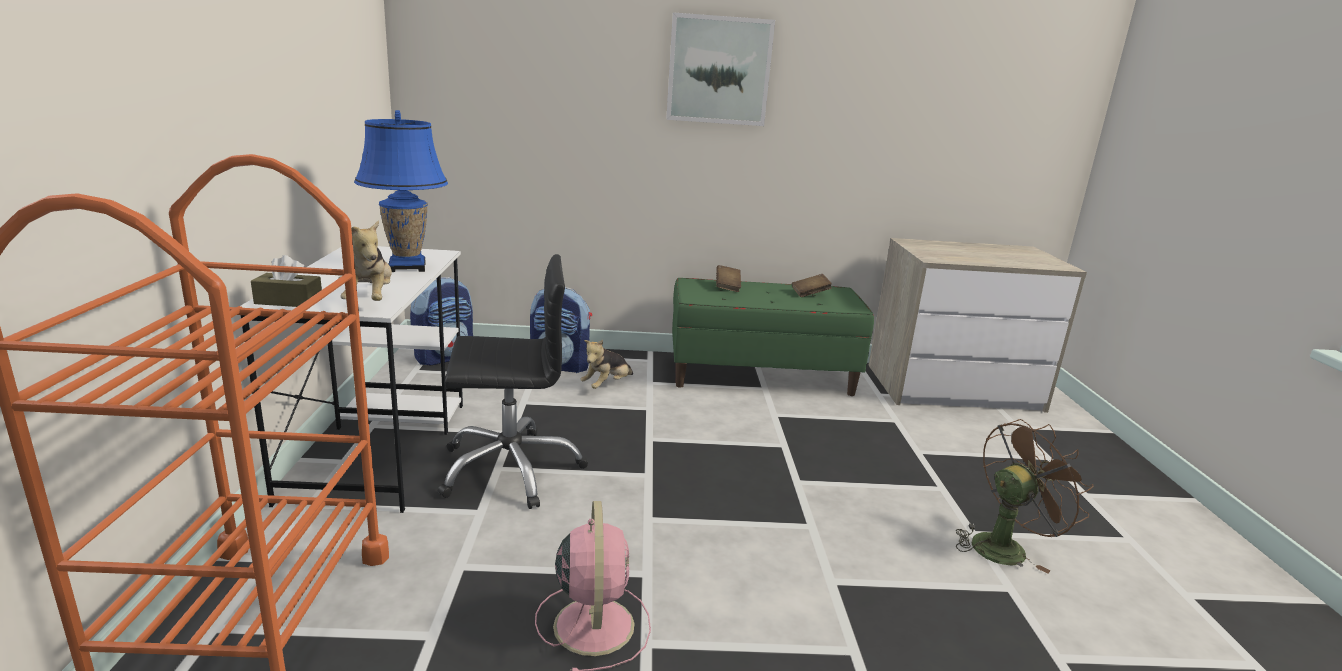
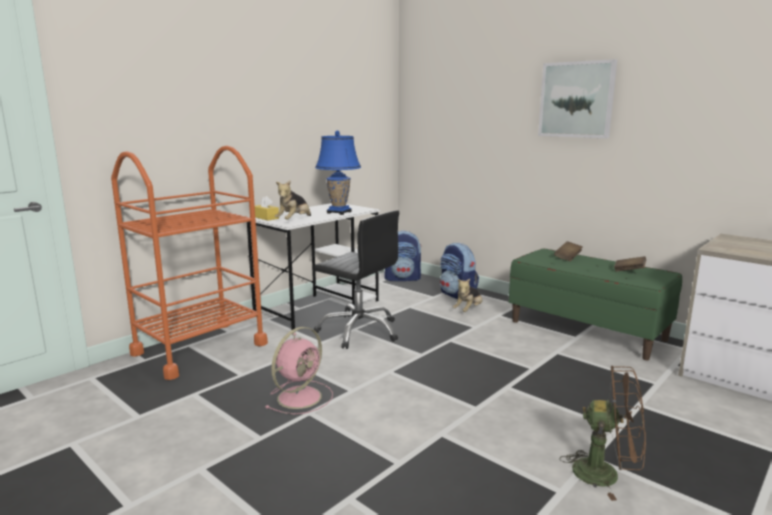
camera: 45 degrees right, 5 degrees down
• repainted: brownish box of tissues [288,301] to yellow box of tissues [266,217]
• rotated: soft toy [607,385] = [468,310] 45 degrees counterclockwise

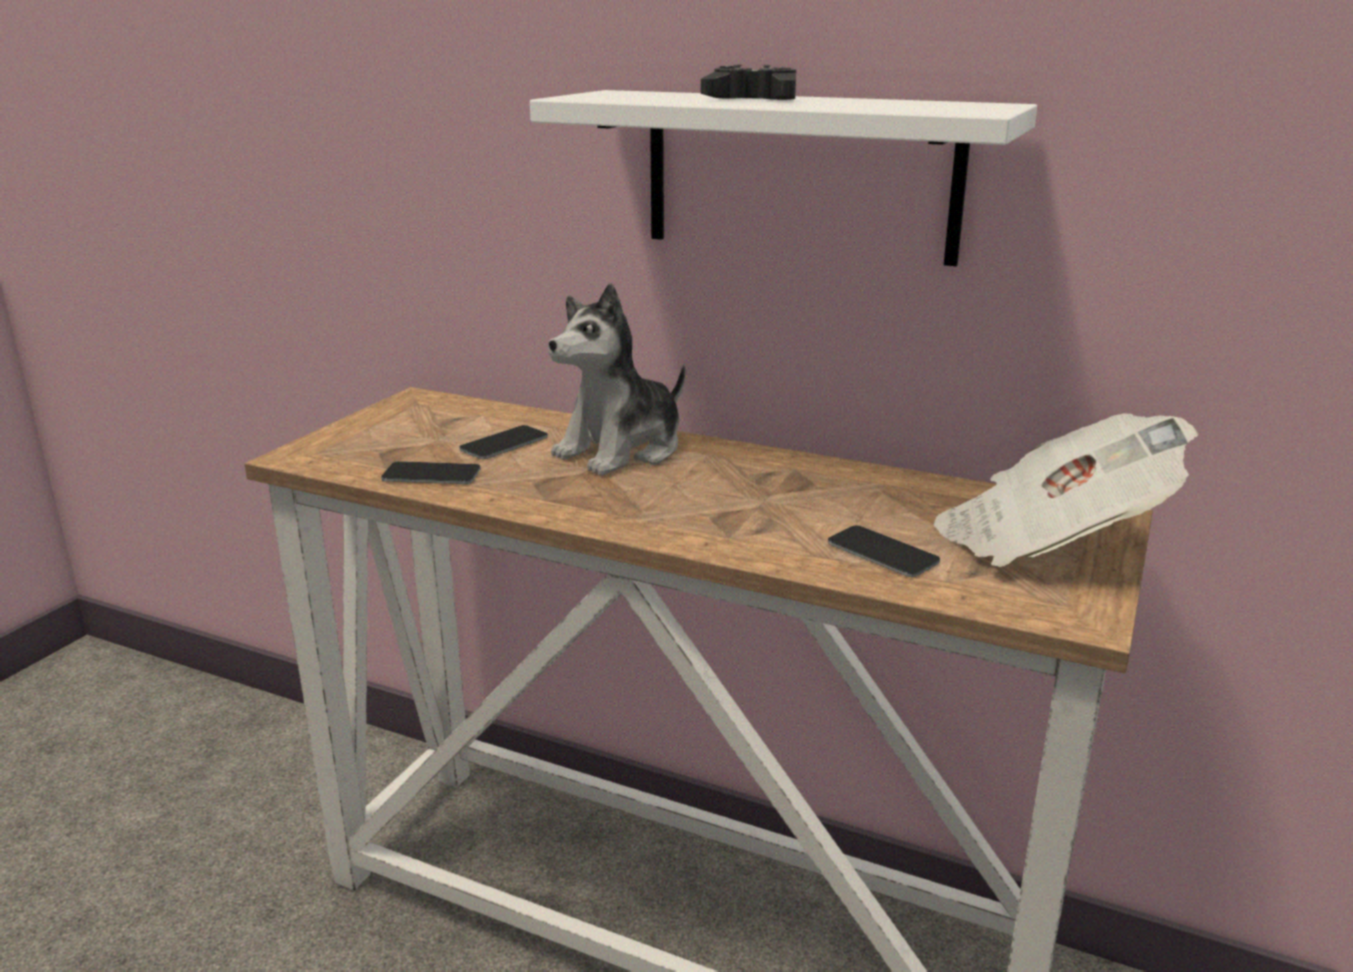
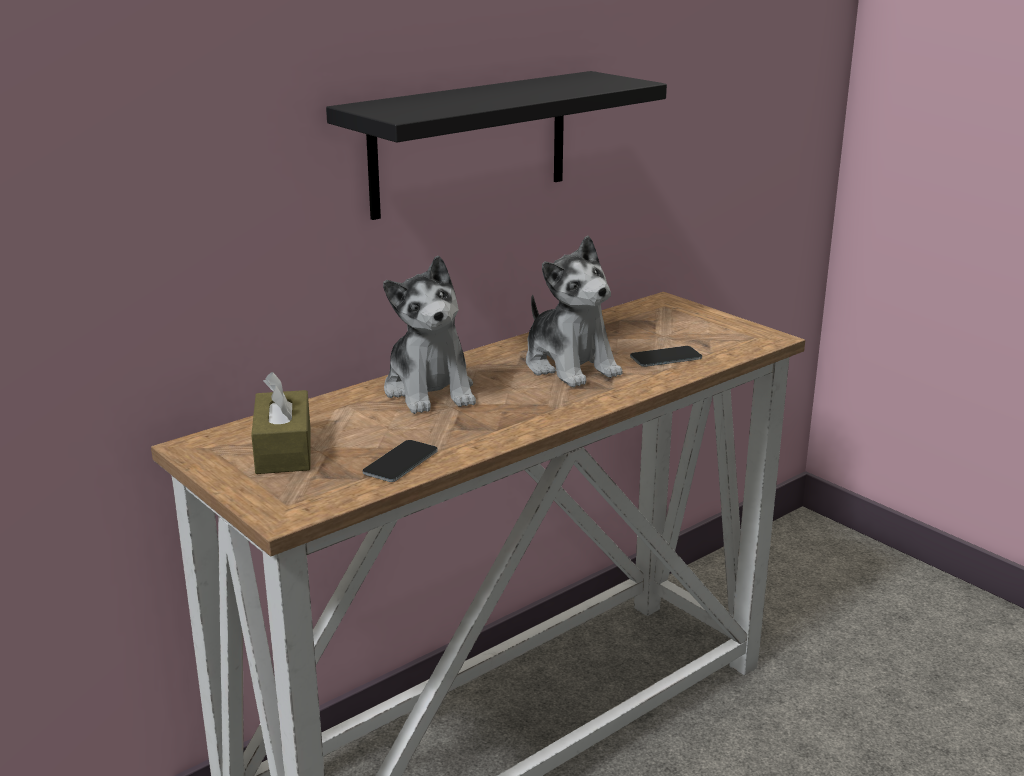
camera: 65 degrees left, 0 degrees up
• gone: handset [504,443]
• gone: blackish joypad [752,99]
• gone: newspaper [1050,542]
• new: brownish box of tissues [284,450]
• new: soft toy [570,366]
• repainted: white-coloured bracket shelf [800,175] to blackish bracket shelf [470,143]

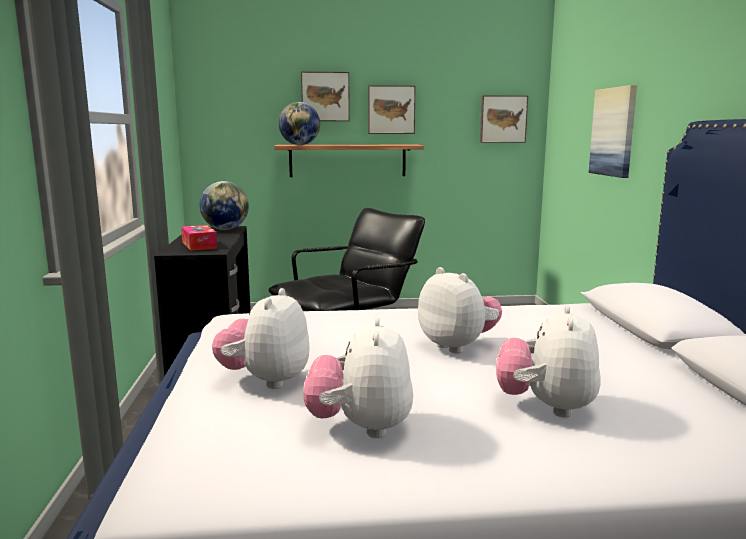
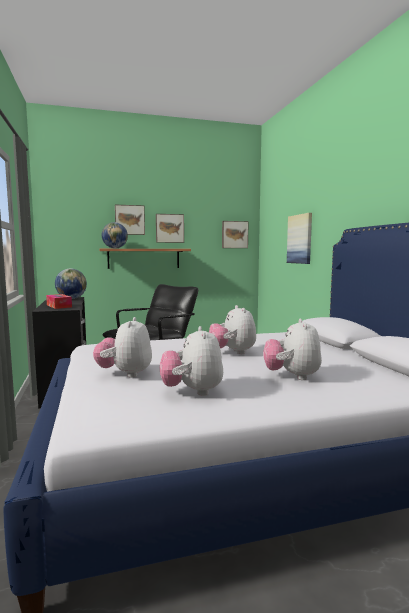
camera: 10 degrees left, 5 degrees down
• rotated: soft toy [458,346] = [233,352] 150 degrees counterclockwise

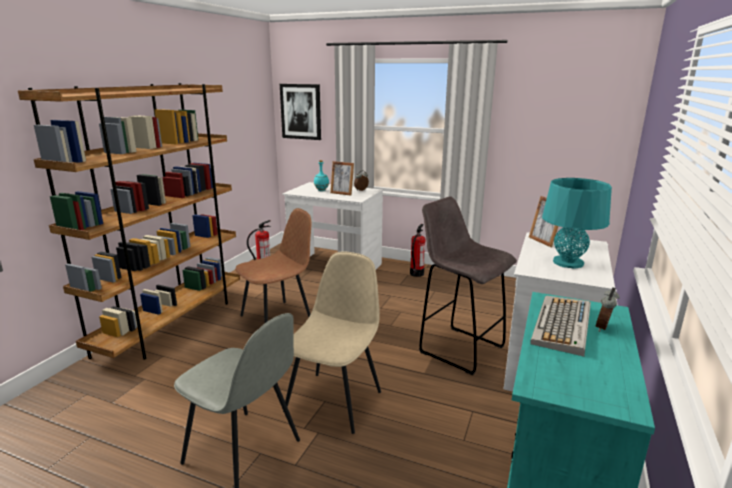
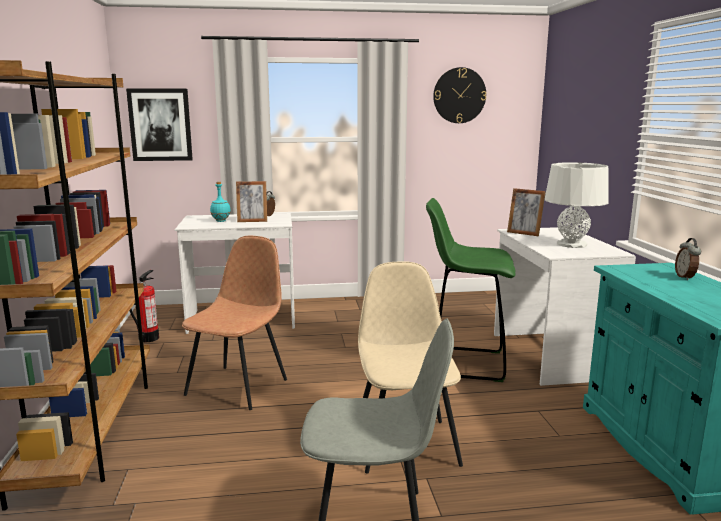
camera: 30 degrees left, 5 degrees down
• gone: fire-fighting cylinder [416,274]
• gone: PC keyboard [563,325]
• new: hanging clock [459,95]
• repainted: greyish stool [459,348] to green stool [465,363]
• repainted: blue-green table lamp [568,263] to white-coloured table lamp [572,244]

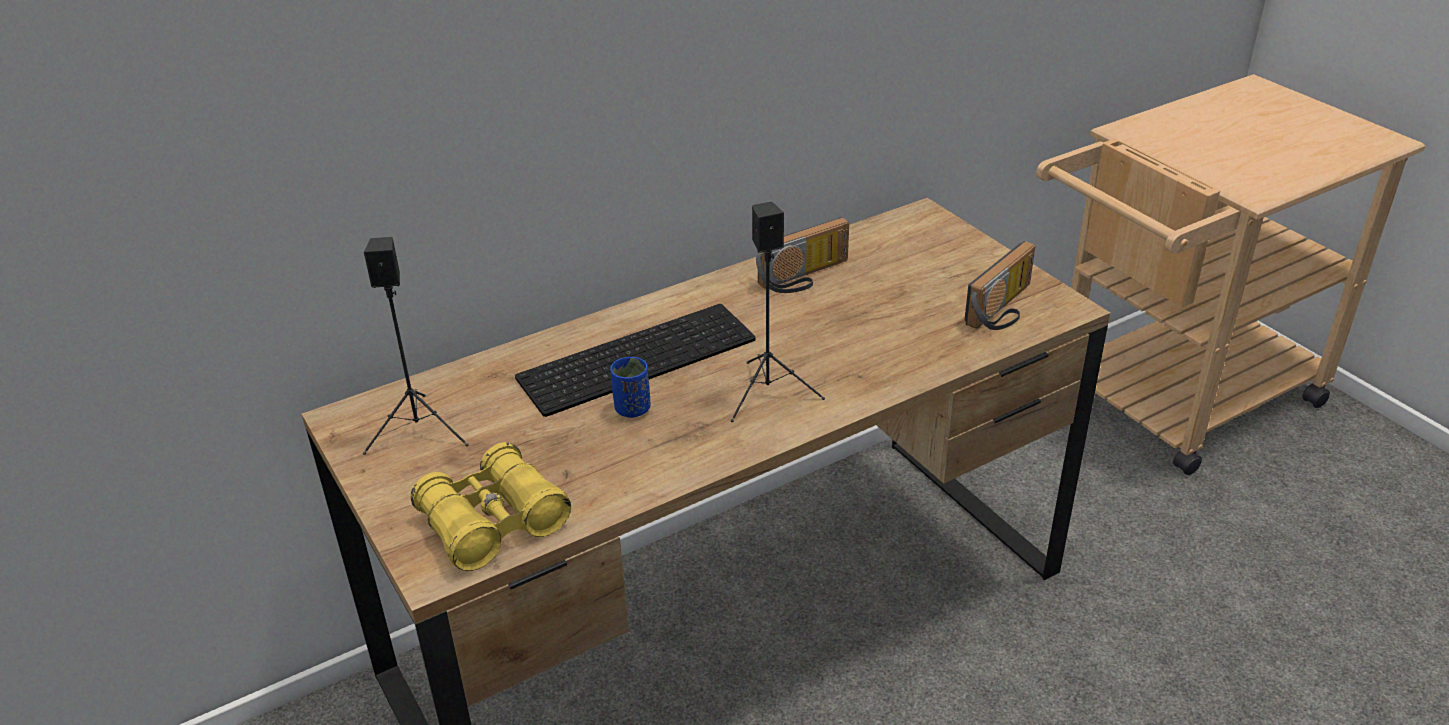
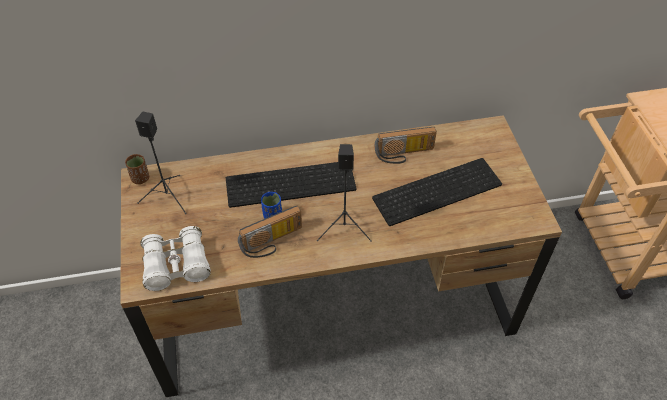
camera: 20 degrees right, 15 degrees up
• new: brownish small cup [140,178]
• new: PC keyboard [437,189]
• shifted: radio set [1005,309] to [273,242]
• repainted: yellow binoculars [493,523] to white-coloured binoculars [176,265]

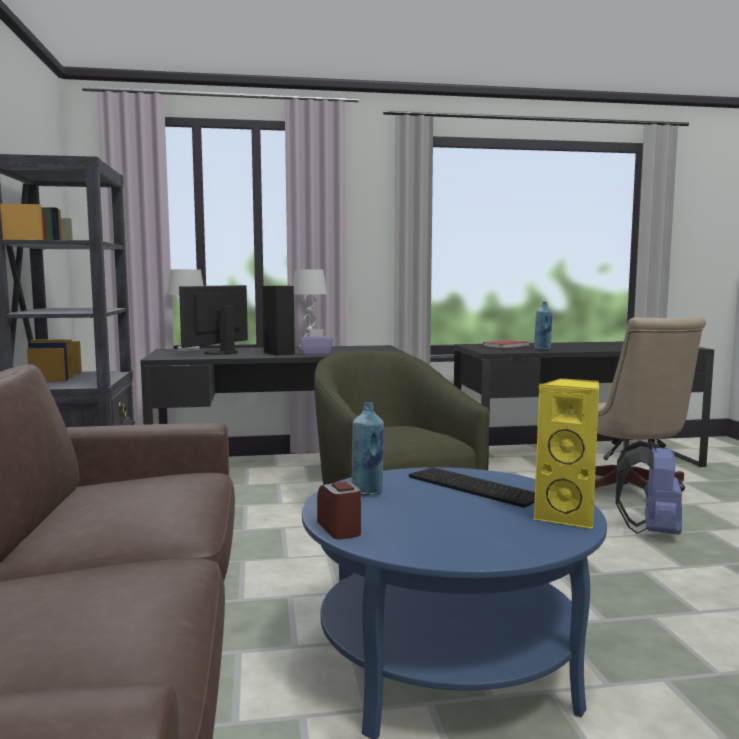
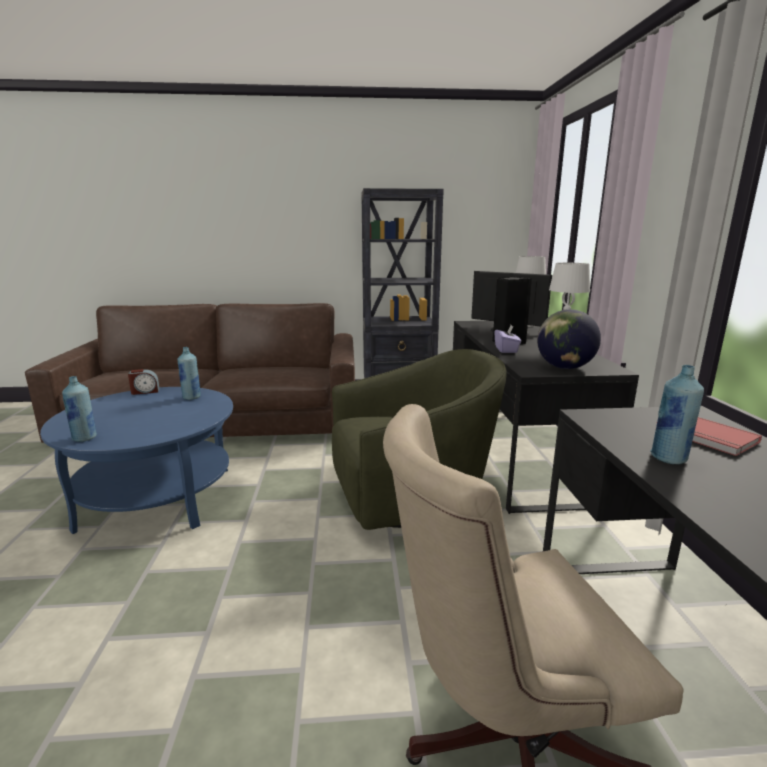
camera: 95 degrees right, 10 degrees up
• gone: PC keyboard [471,487]
• gone: blue-coloured backpack [651,531]
• new: desk globe [564,367]
• swapped: yellow audio speaker [568,517] to blue-coloured drink bottle [84,438]

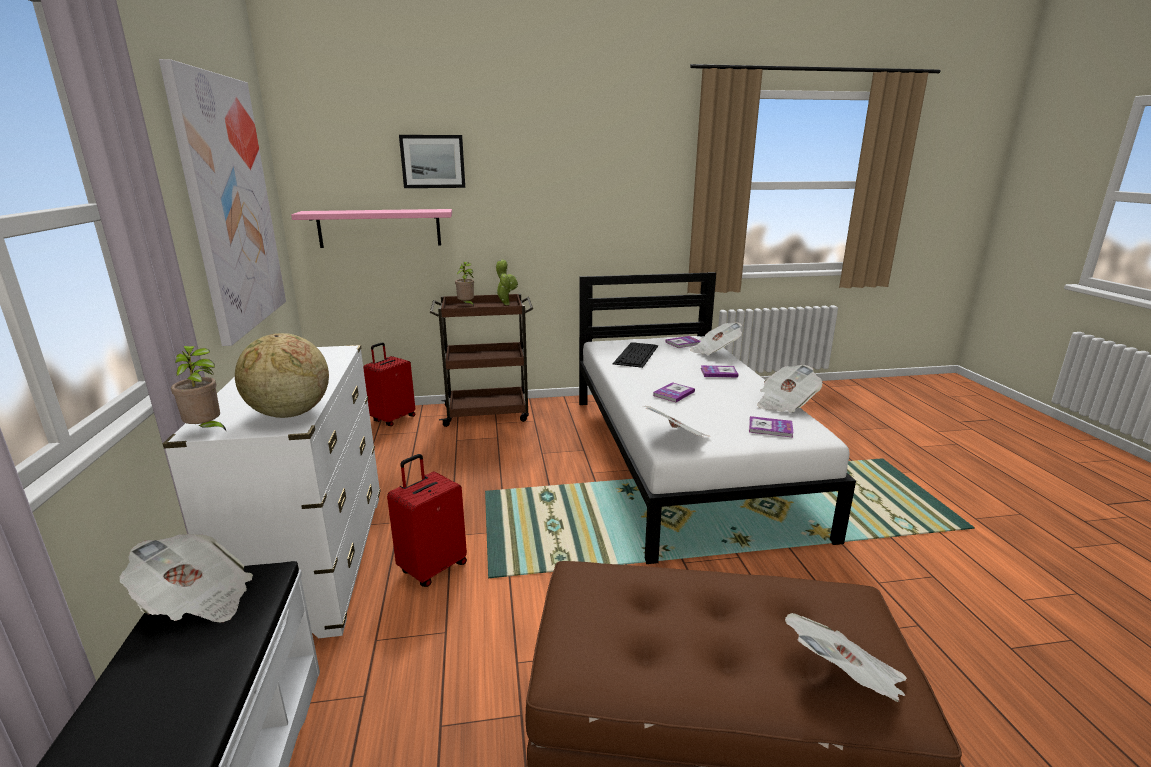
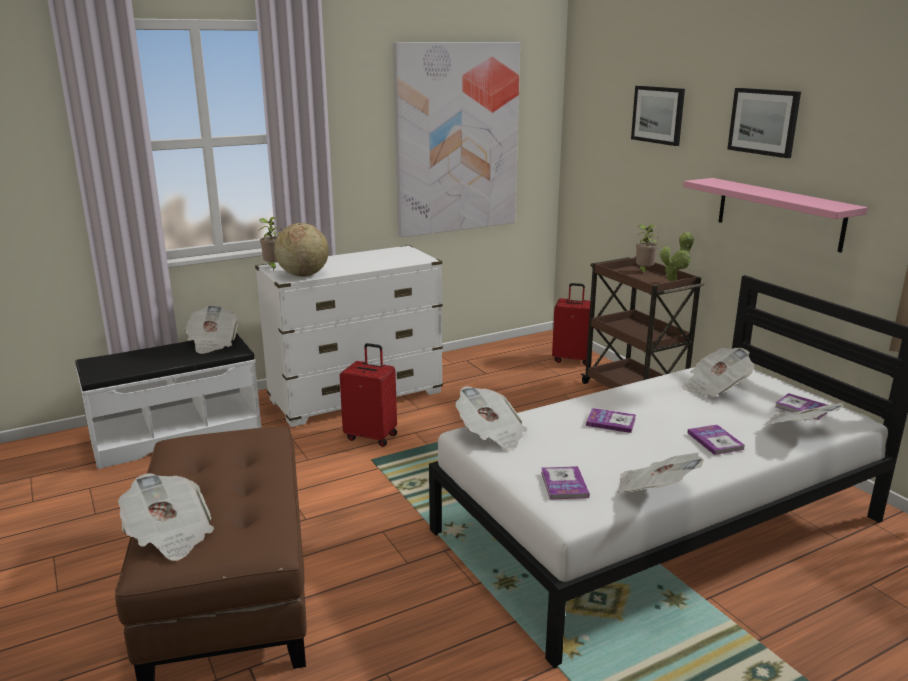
camera: 70 degrees right, 0 degrees up
• new: picture [764,121]
• shifted: pink-coloured bracket shelf [379,228] to [779,213]
• swapped: PC keyboard [636,355] to newspaper [714,388]

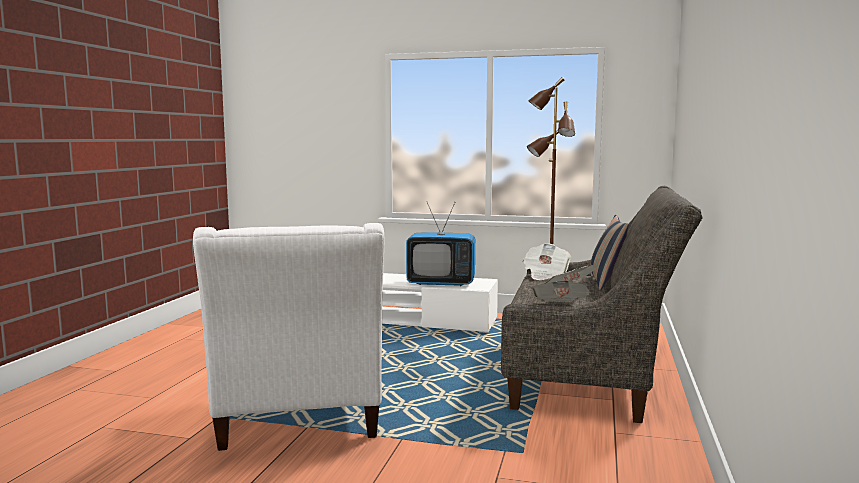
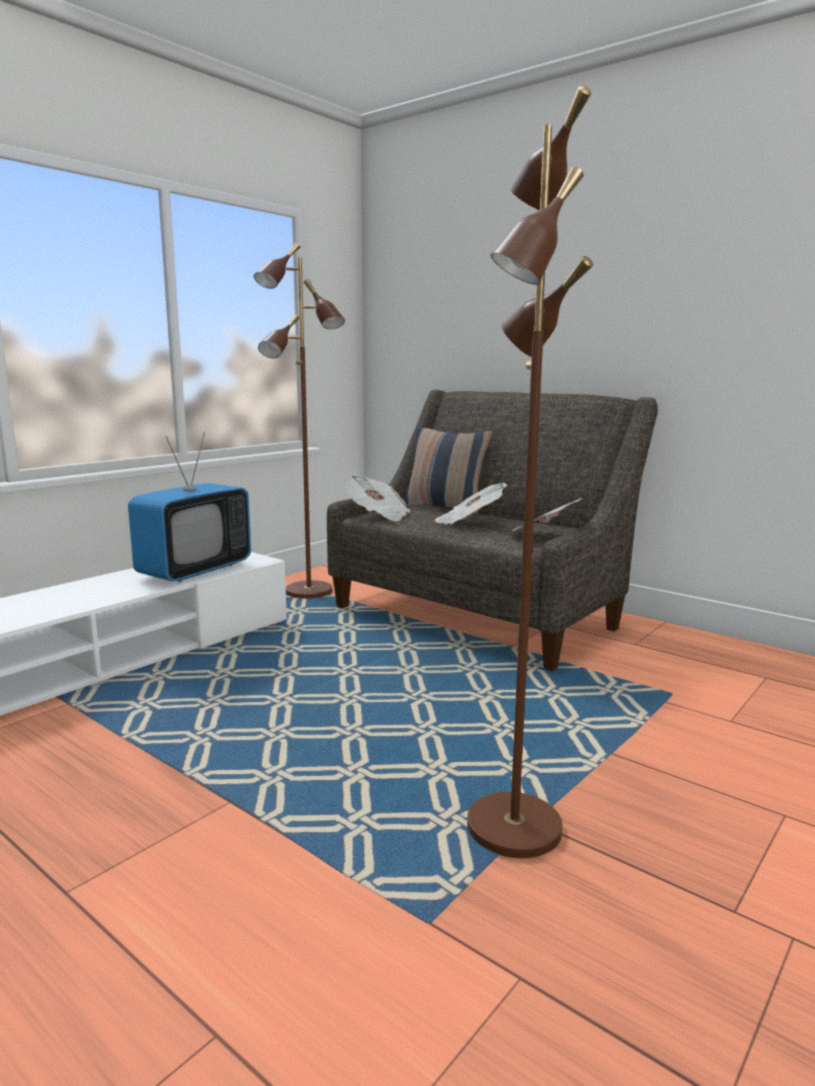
camera: 65 degrees left, 5 degrees up
• swapped: white-coloured easy chair [298,422] to brownish standard lamp [510,826]

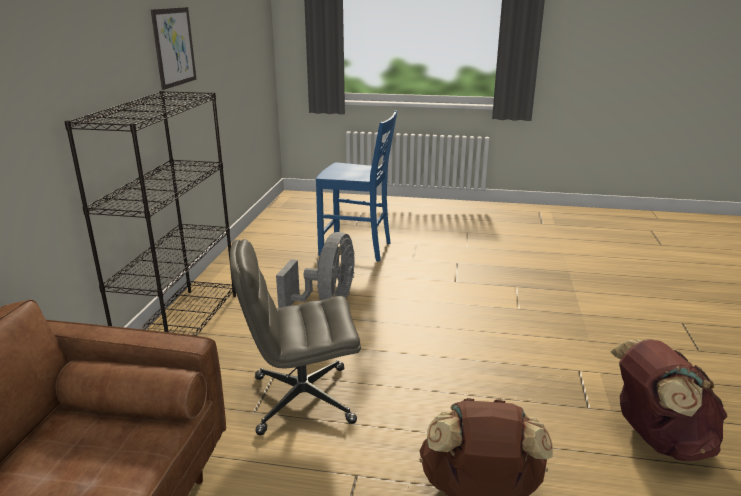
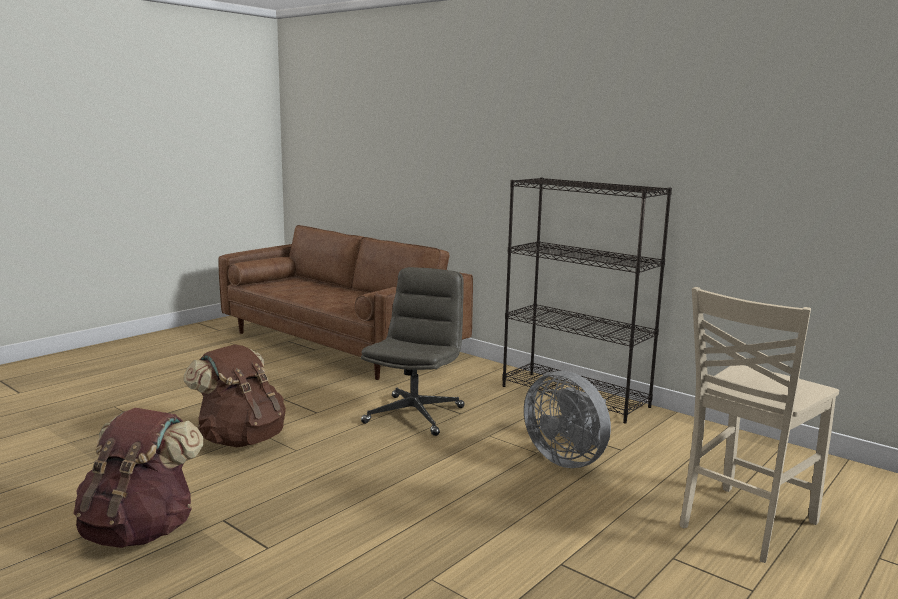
camera: 120 degrees right, 10 degrees down
• gone: picture [174,47]
• repainted: blue-coloured chair [357,249] to sand-coloured chair [743,524]

